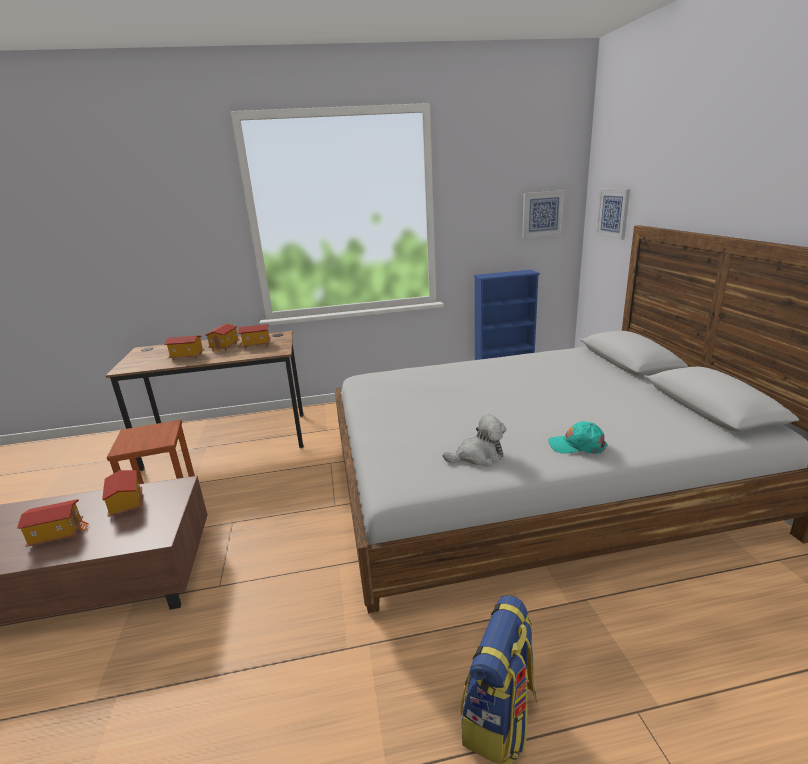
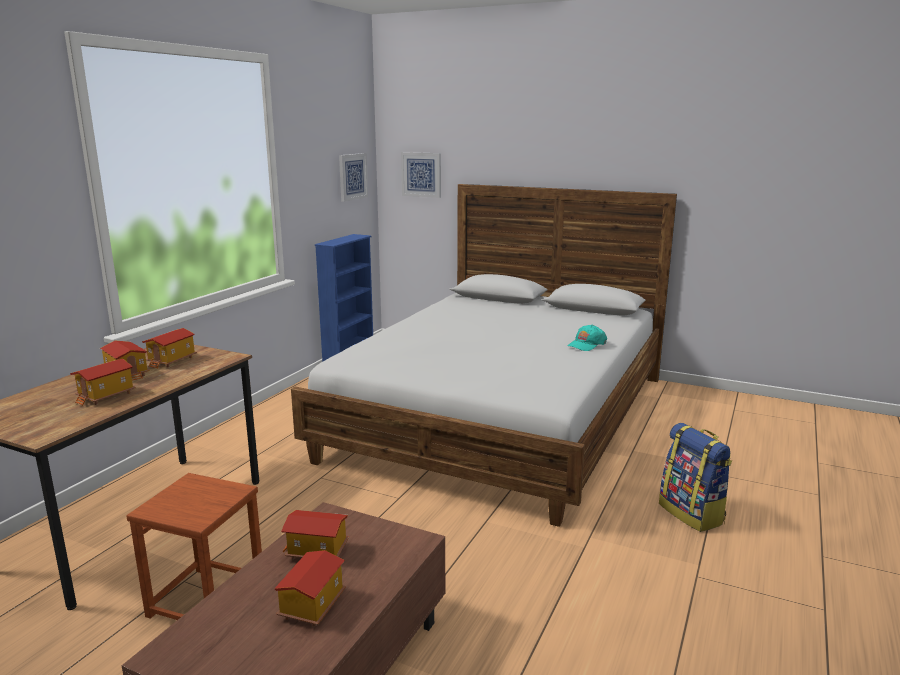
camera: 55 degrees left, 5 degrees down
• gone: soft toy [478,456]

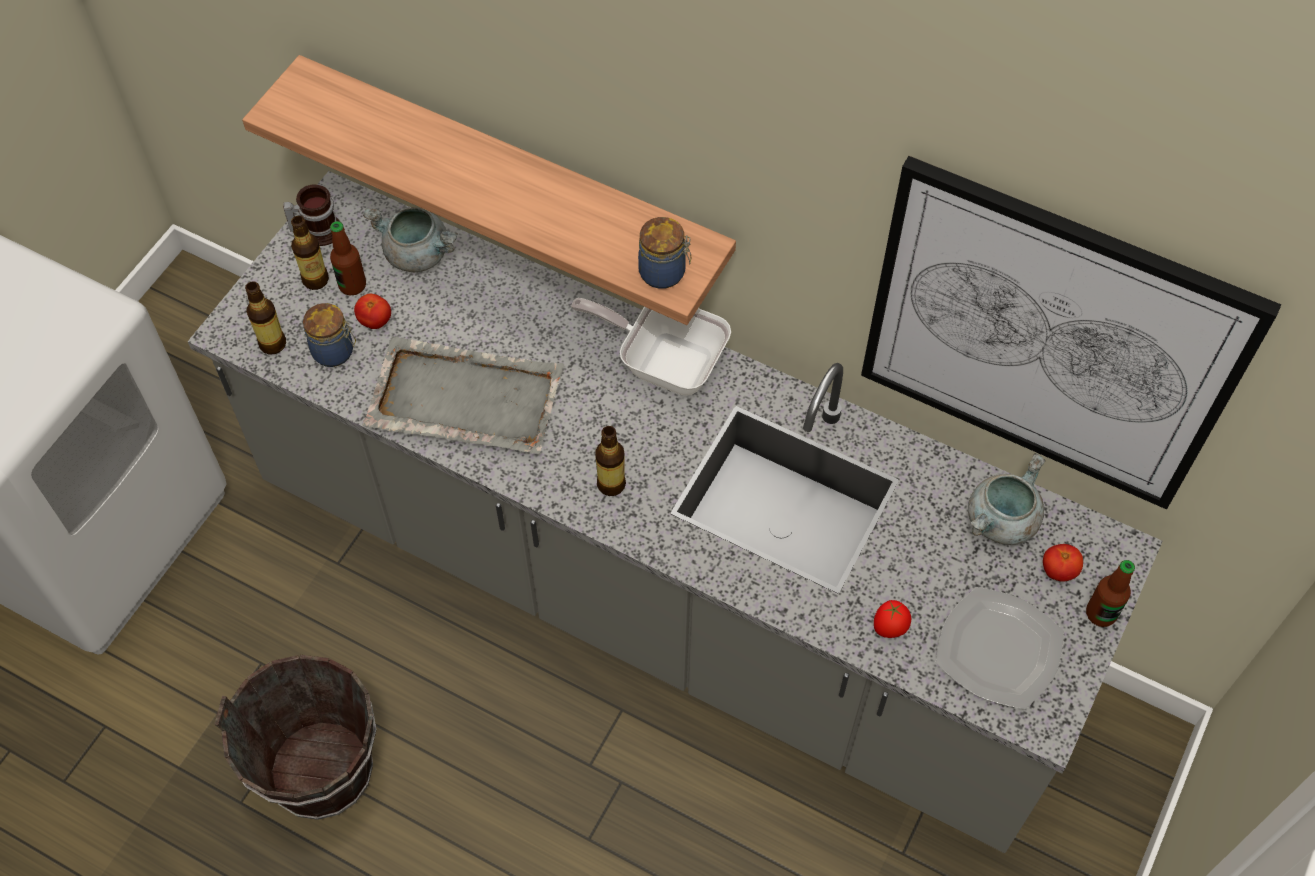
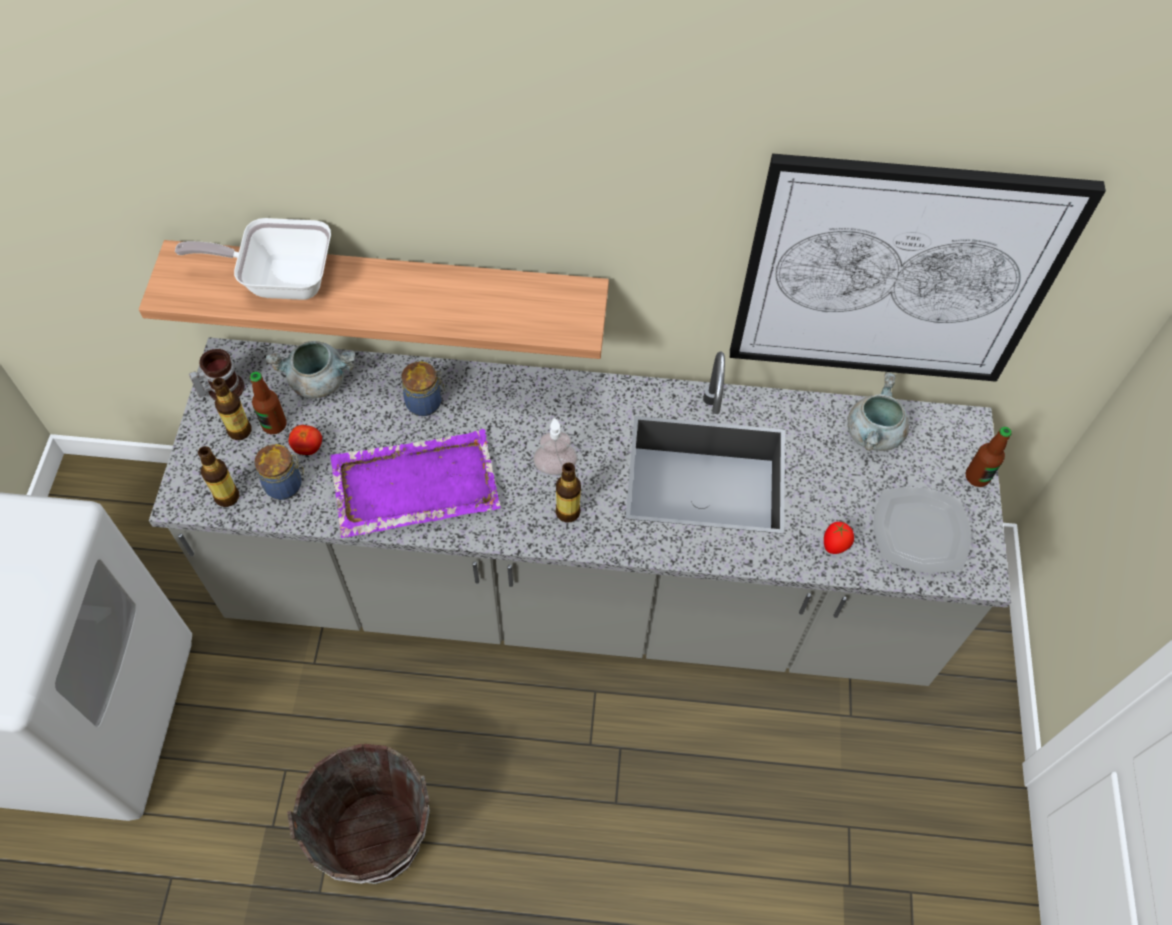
camera: 25 degrees left, 0 degrees up
• gone: whole tomato [1058,570]
• new: liquid soap bottle [555,466]
• shifted: pan [664,362] to [280,279]
• shifted: jar [664,273] to [425,402]
• repainted: greyish serving tray [463,398] to purplish serving tray [413,486]

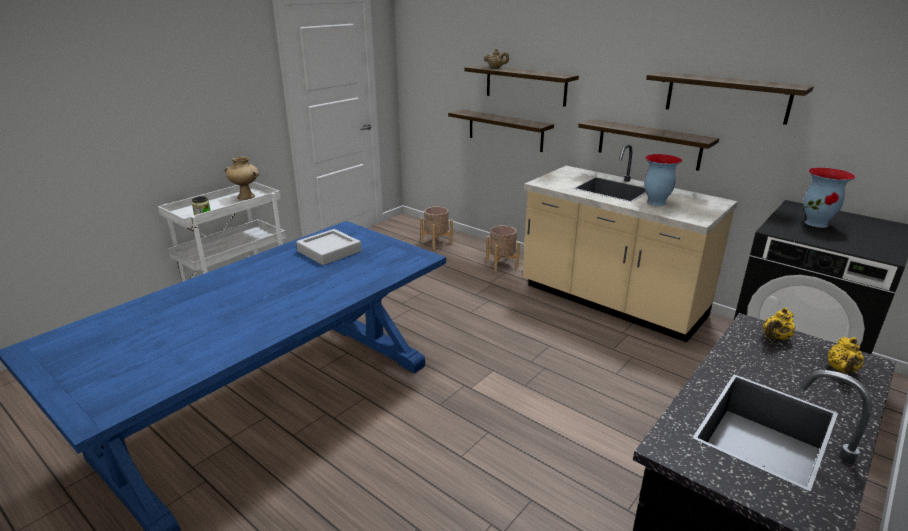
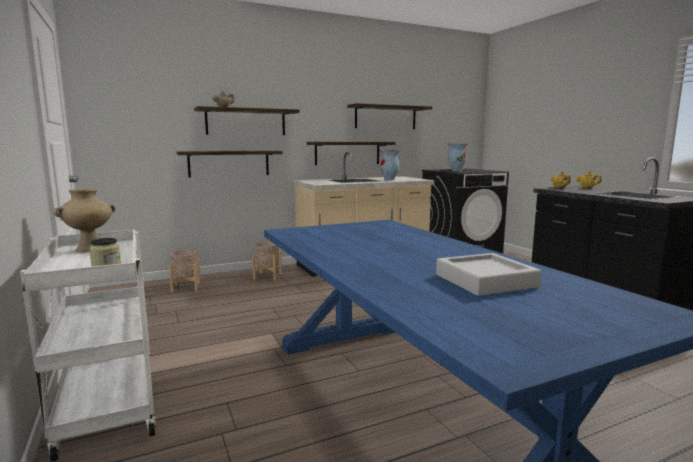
camera: 65 degrees left, 15 degrees down
• shifted: greyish serving tray [329,251] to [485,281]

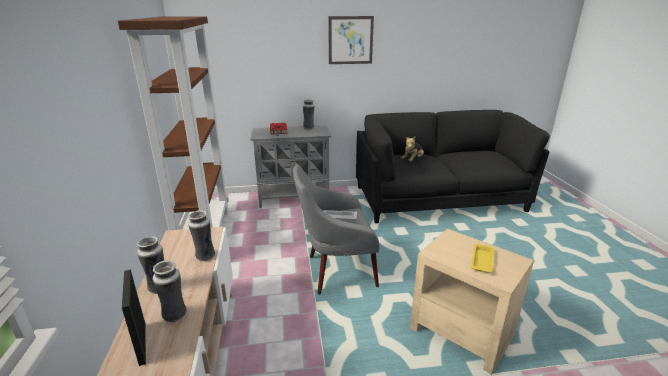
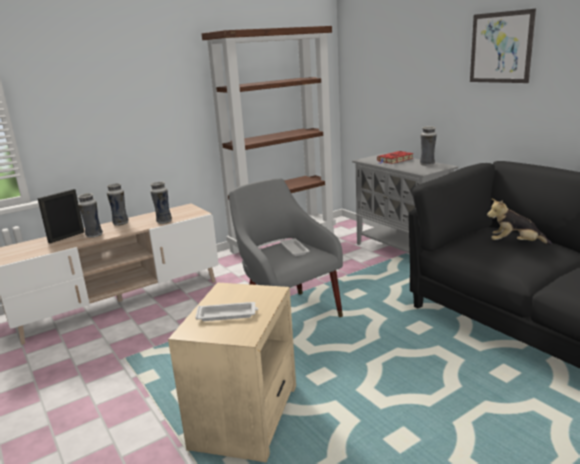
camera: 65 degrees right, 5 degrees down
• repainted: yellow serving tray [482,260] to white-coloured serving tray [228,315]

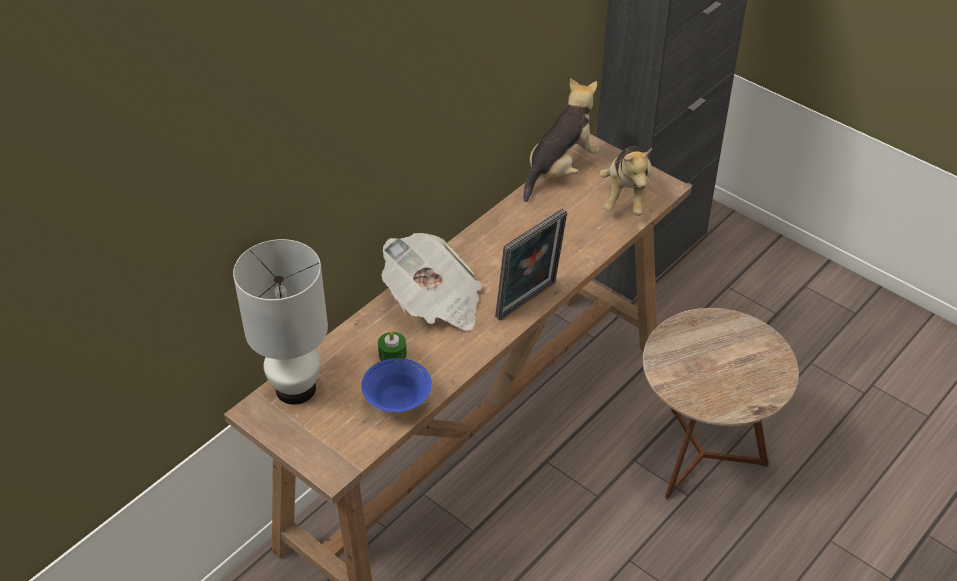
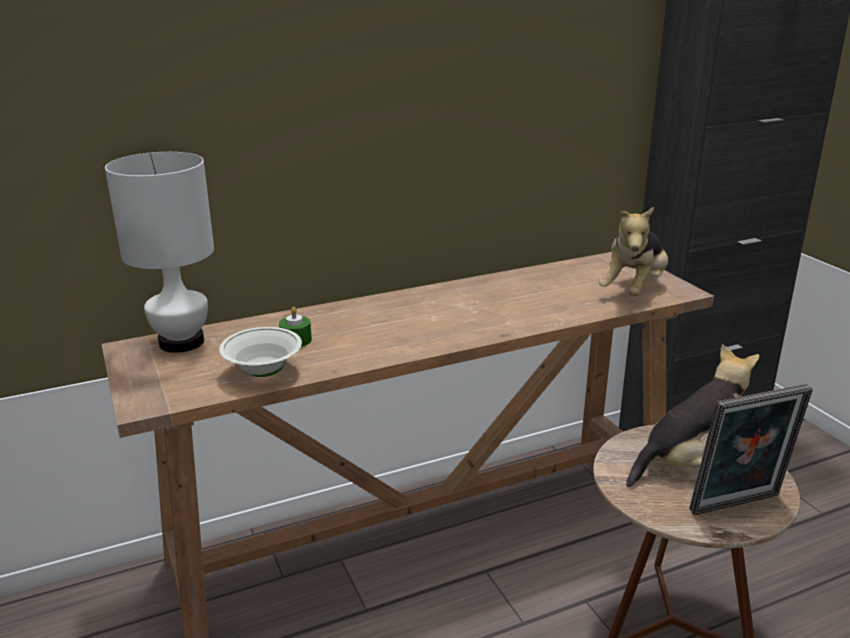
camera: 25 degrees right, 20 degrees down
• gone: newspaper [434,302]
• shifted: picture frame [529,302] to [738,506]
• shifted: soft toy [560,170] to [689,463]
• repainted: blue-coloured bowl [397,401] to white-coloured bowl [263,372]

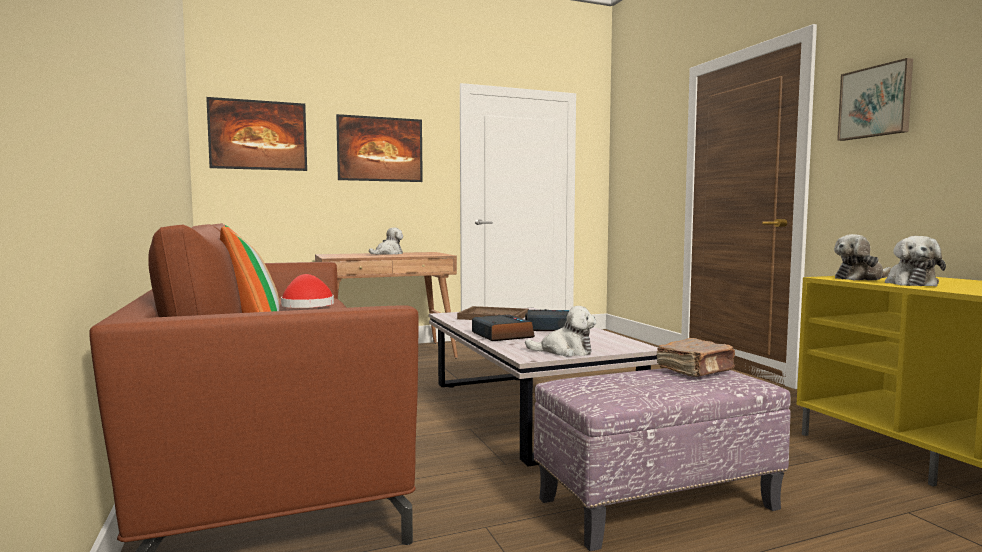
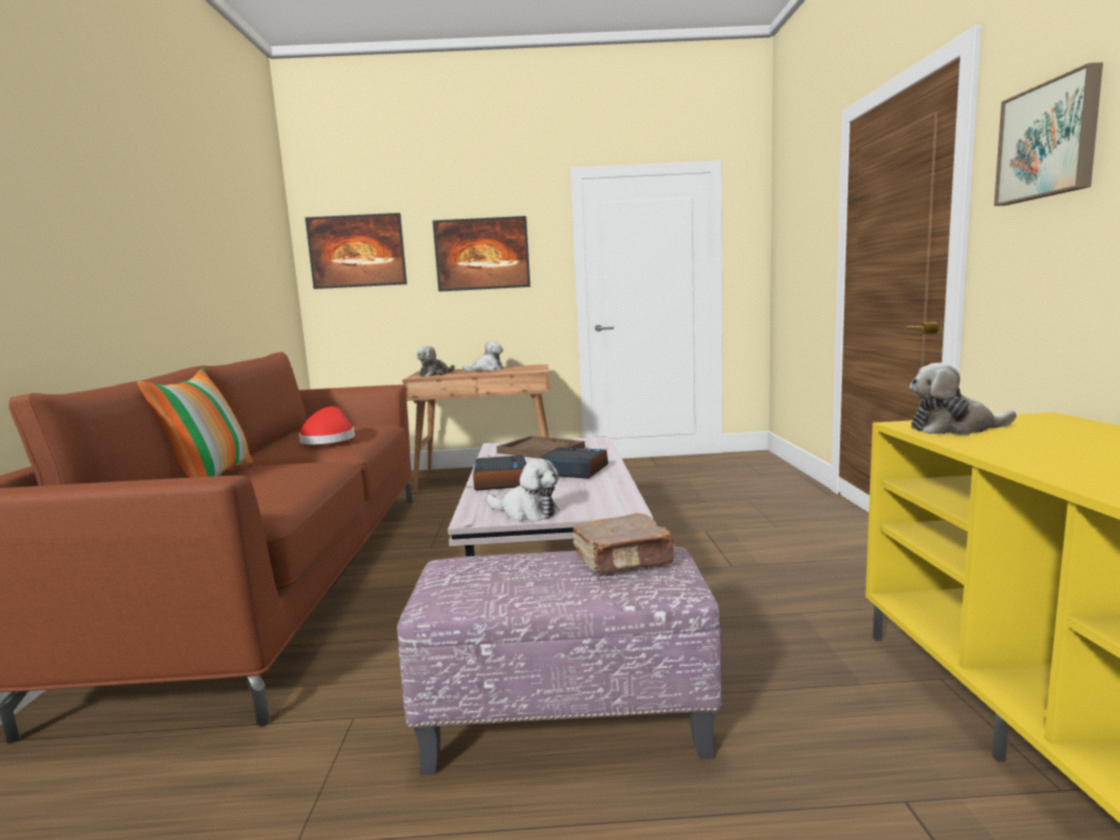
camera: 20 degrees right, 5 degrees up
• shifted: soft toy [910,283] to [435,374]

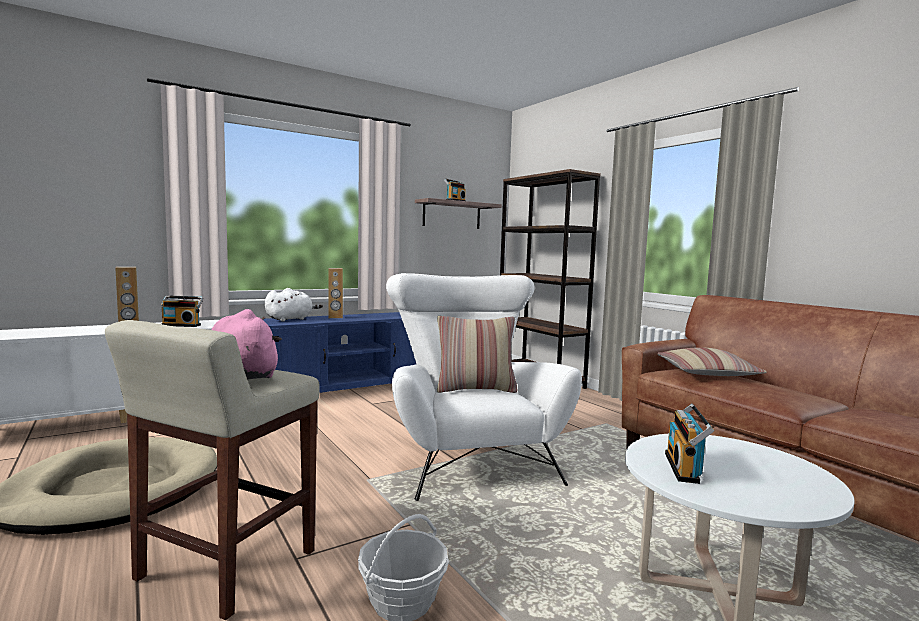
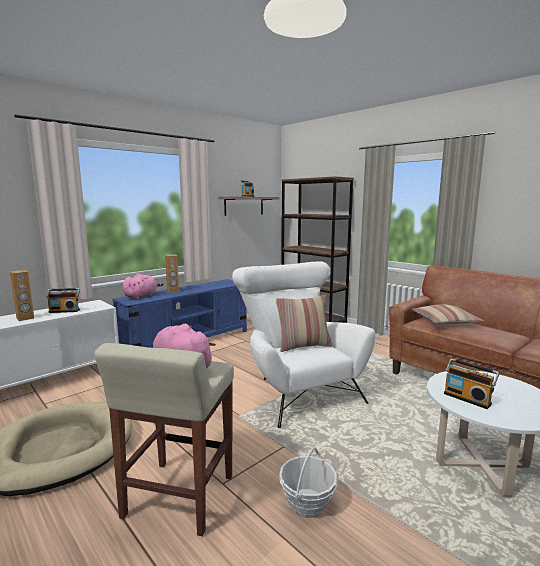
camera: 10 degrees left, 5 degrees up
• repainted: white-coloured soft toy [291,319] to pink-coloured soft toy [142,296]
• rotated: radio set [685,468] = [467,398] 45 degrees counterclockwise

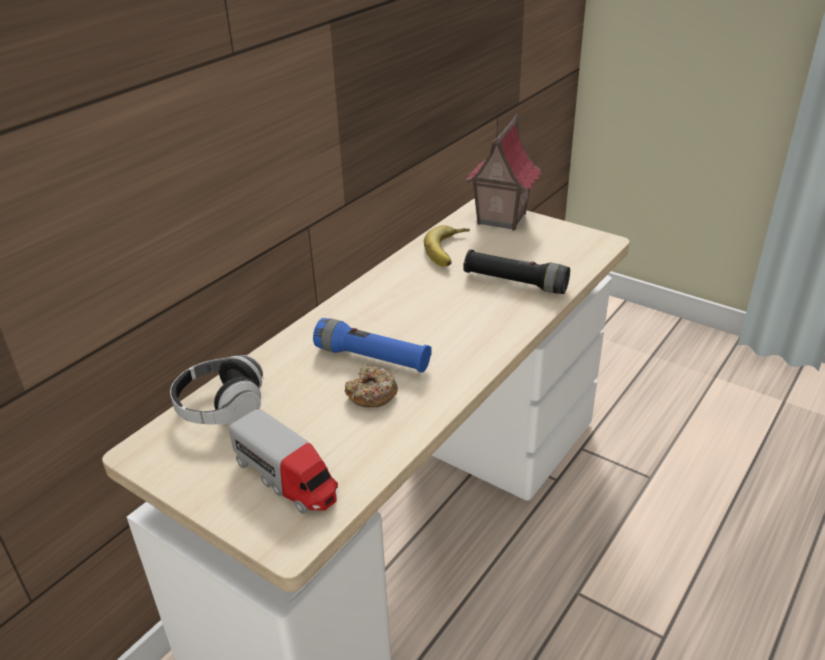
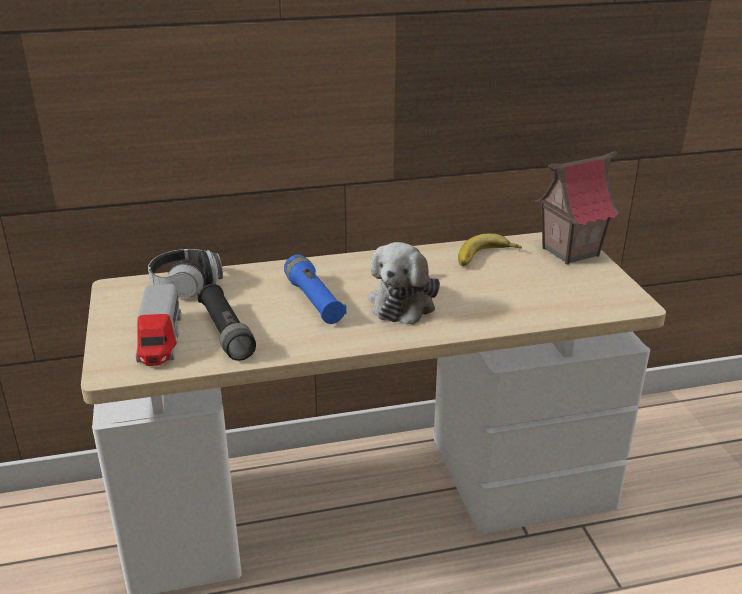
camera: 40 degrees right, 5 degrees down
• gone: donut [372,394]
• new: soft toy [404,302]
• shifted: blackish hand torch [515,283] to [226,333]

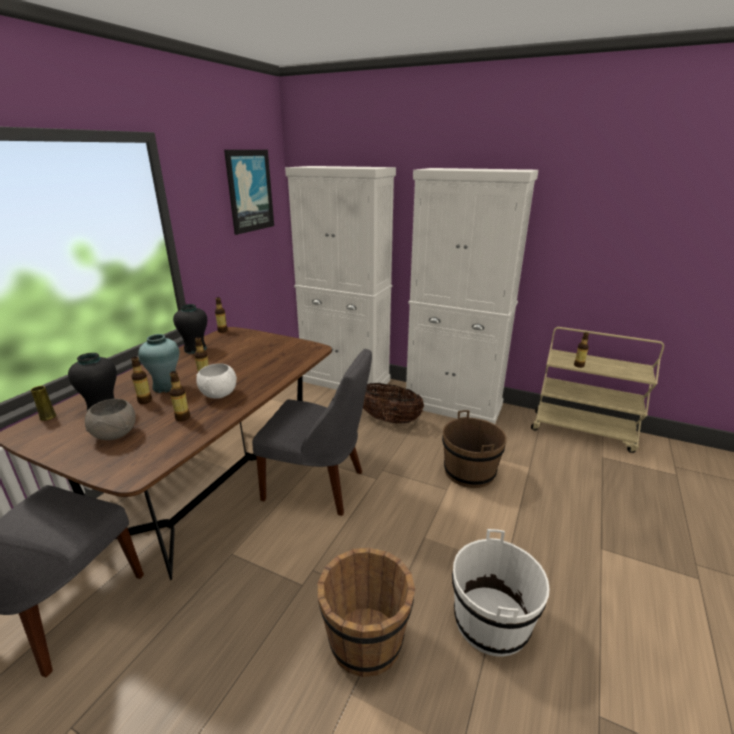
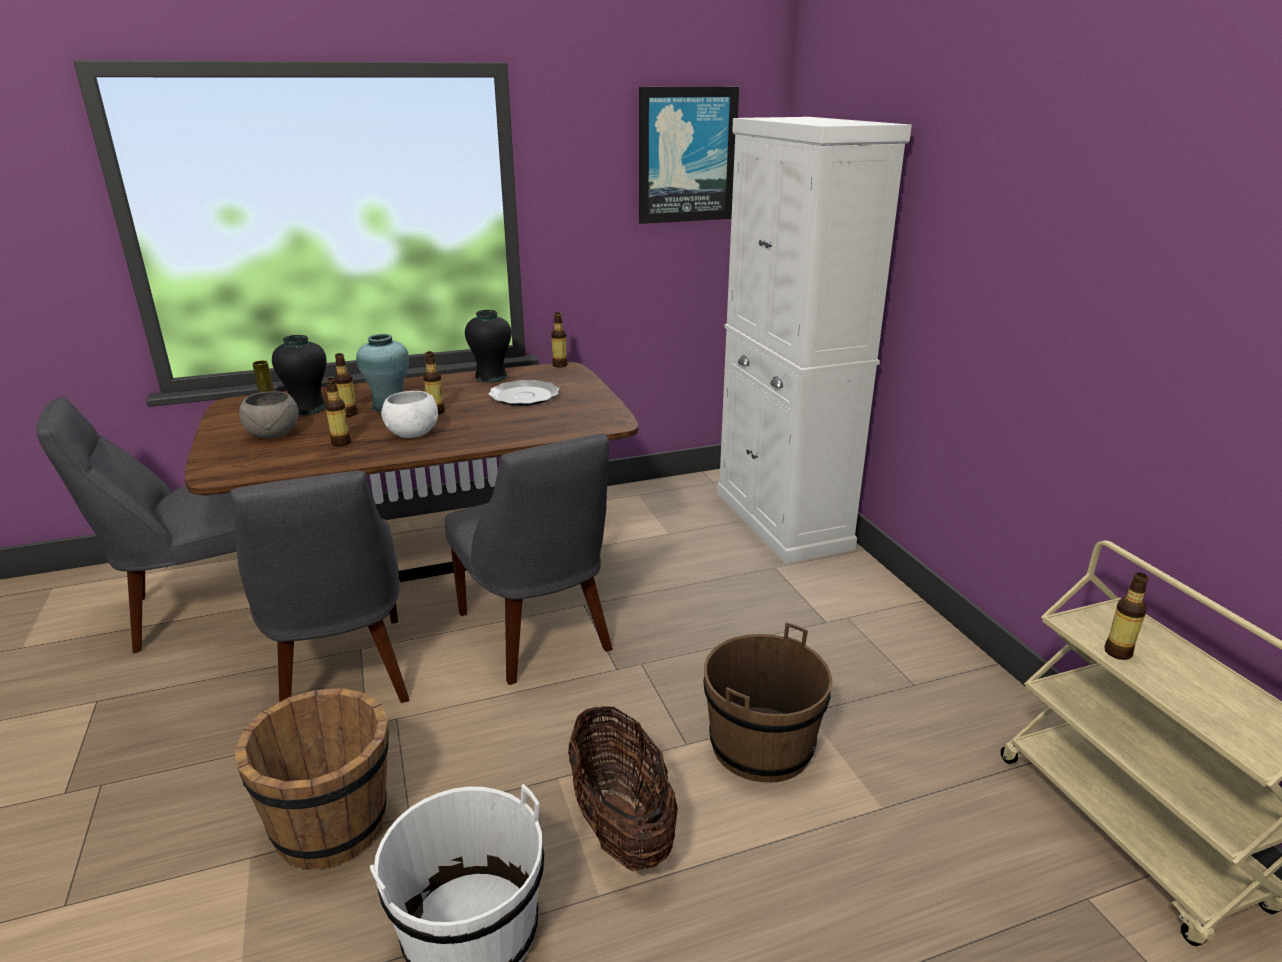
camera: 45 degrees right, 0 degrees up
• gone: white-coloured cupboard [453,405]
• new: greyish chair [342,676]
• new: dinner plate [524,396]
• shifted: household basket [389,419] to [621,825]

